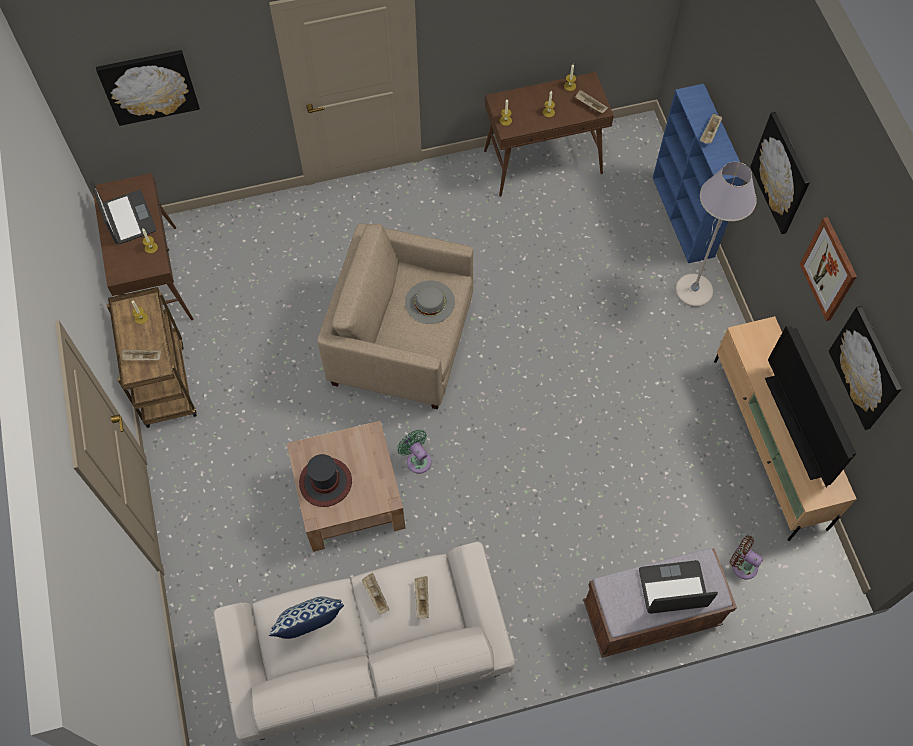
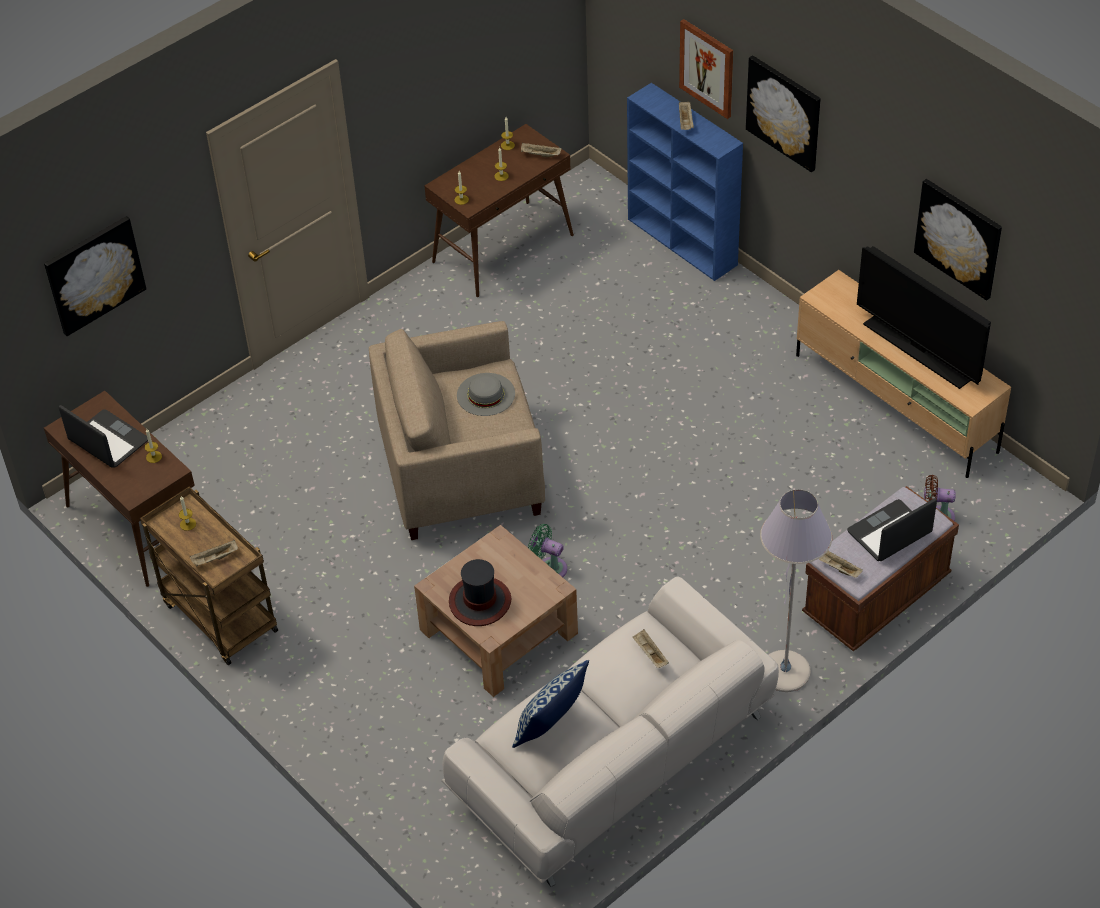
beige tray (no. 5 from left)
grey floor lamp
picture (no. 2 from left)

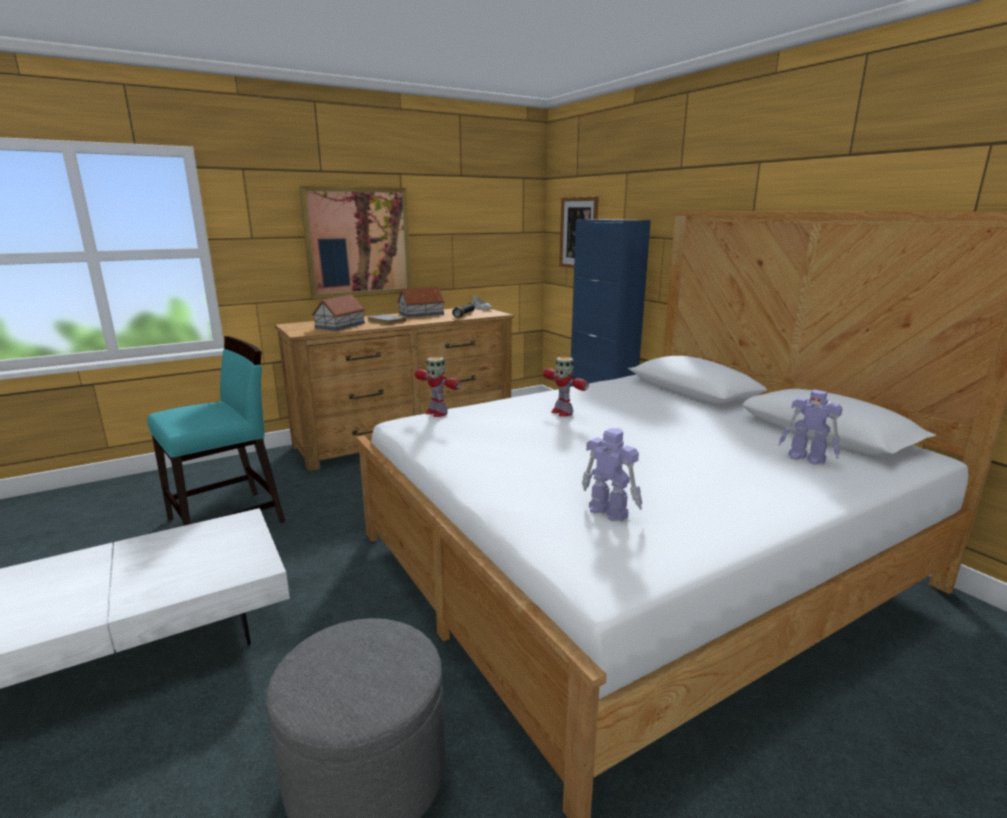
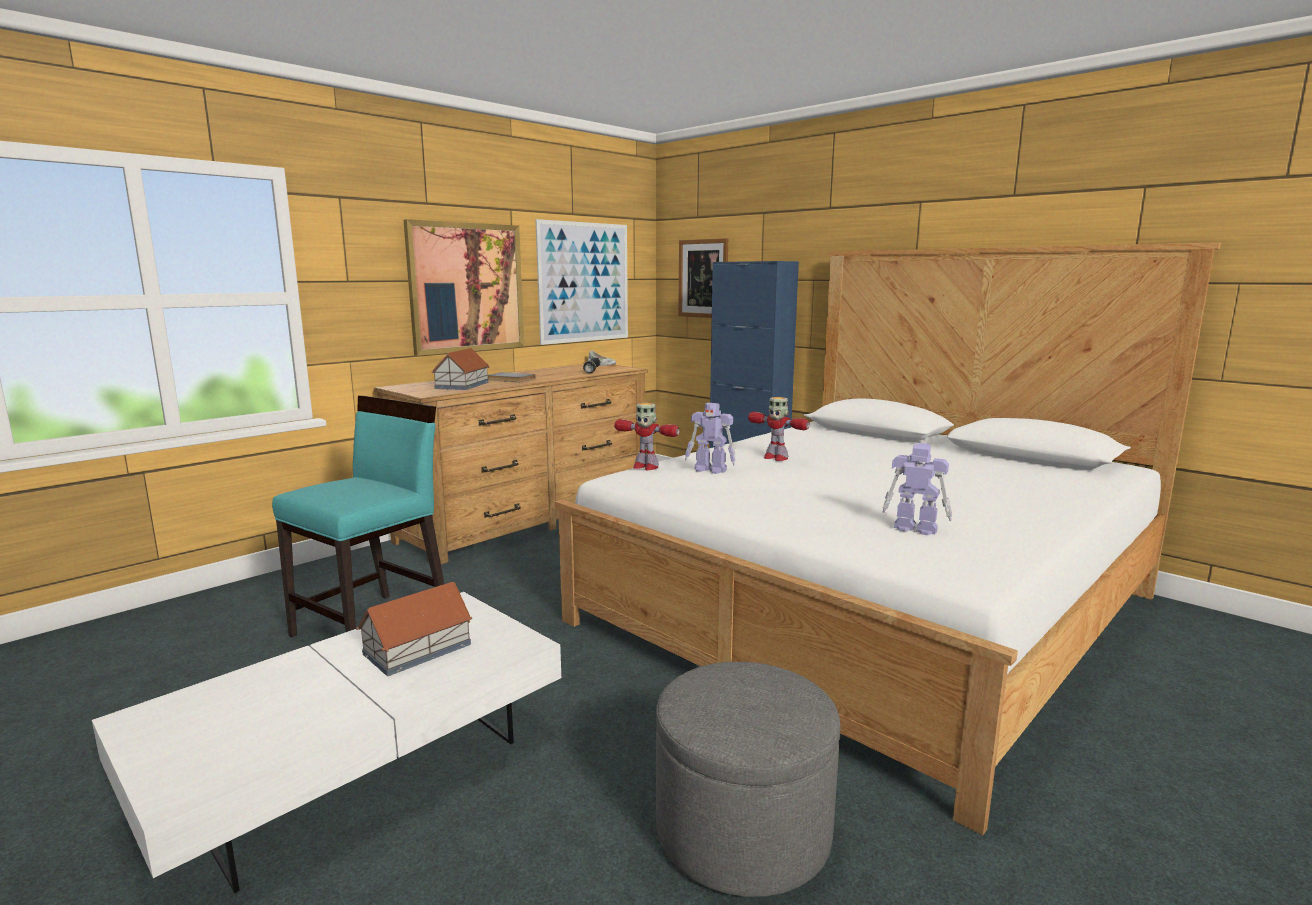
picture (no. 2 from left)
toy house (no. 1 from left)
toy robot (no. 2 from left)

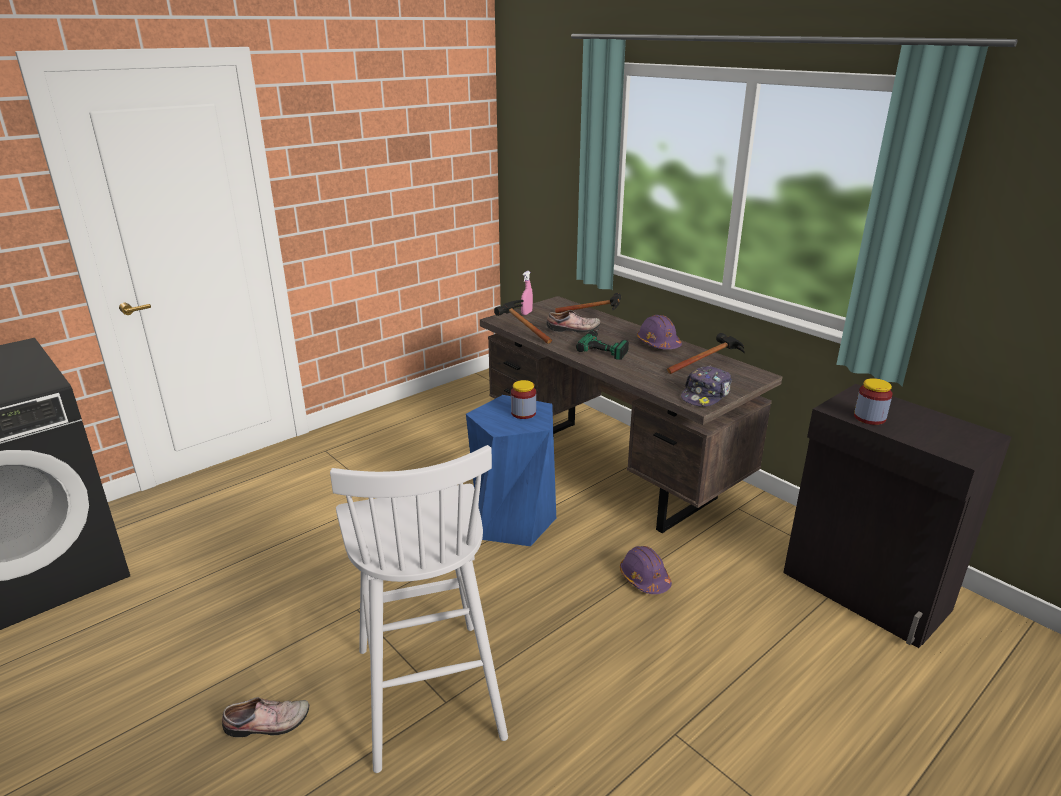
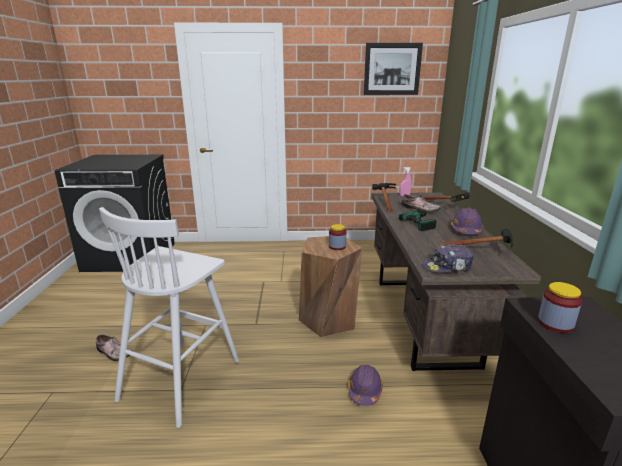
picture
brown stool

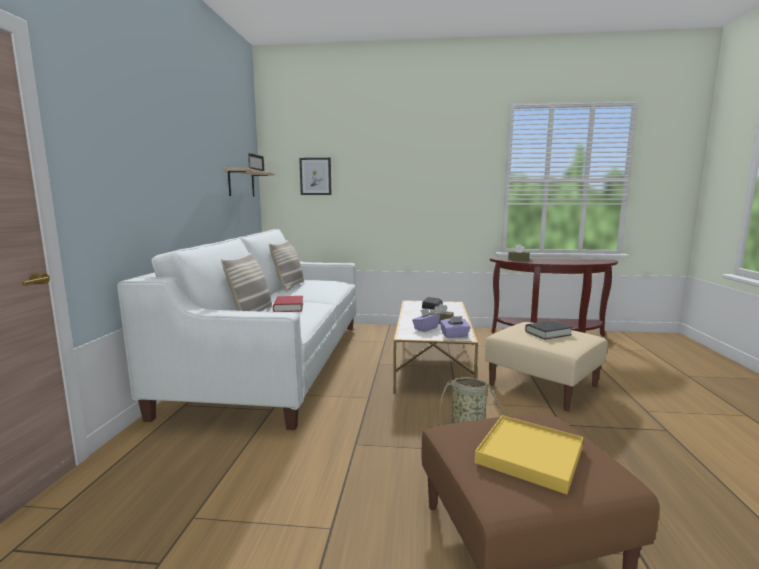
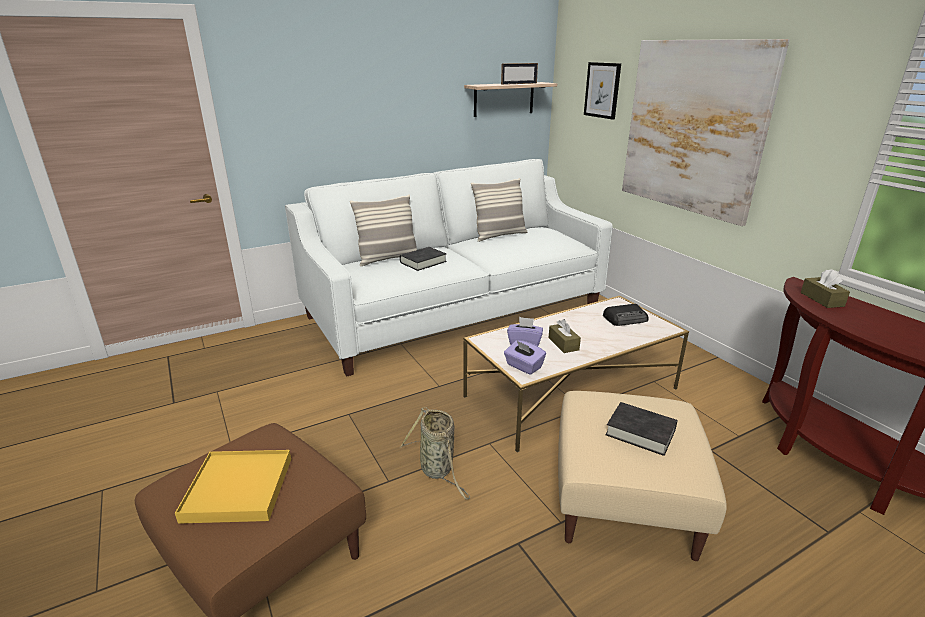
picture (no. 2 from left)
black book (no. 1 from left)

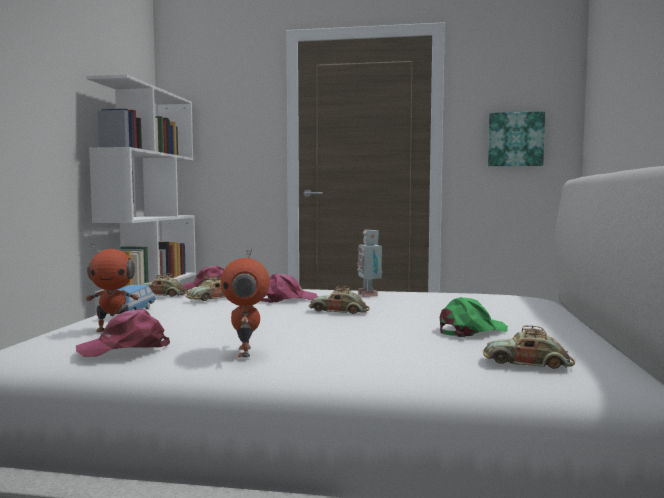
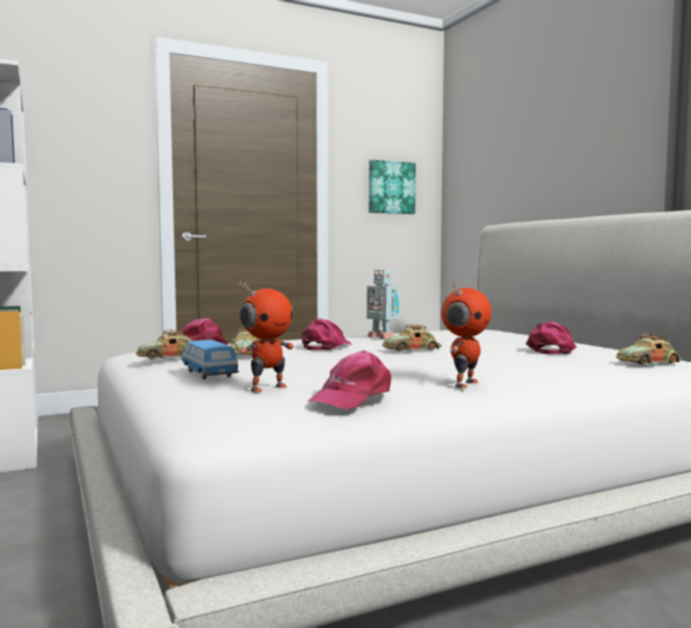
pink cap (no. 4 from left)
toy robot (no. 3 from left)

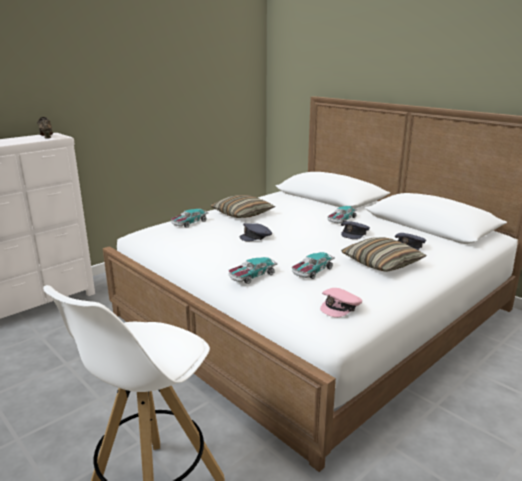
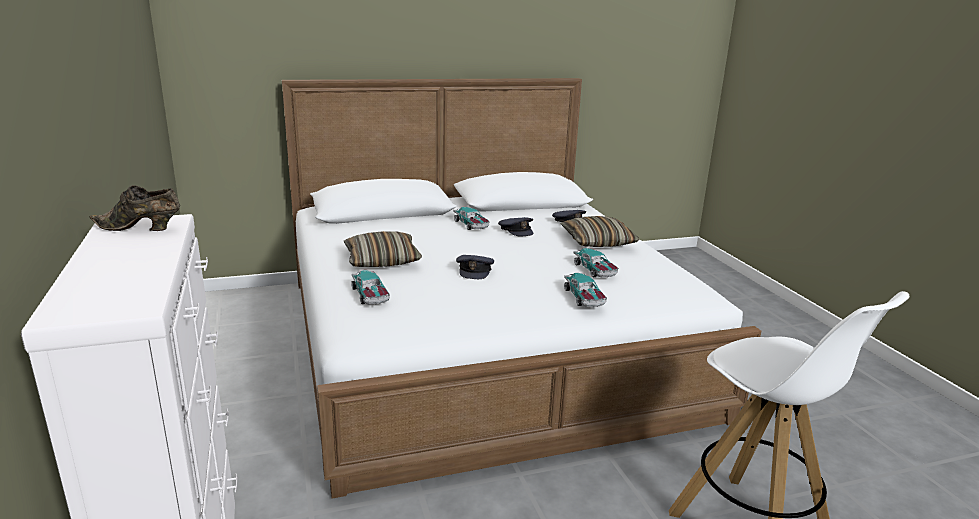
pink cap

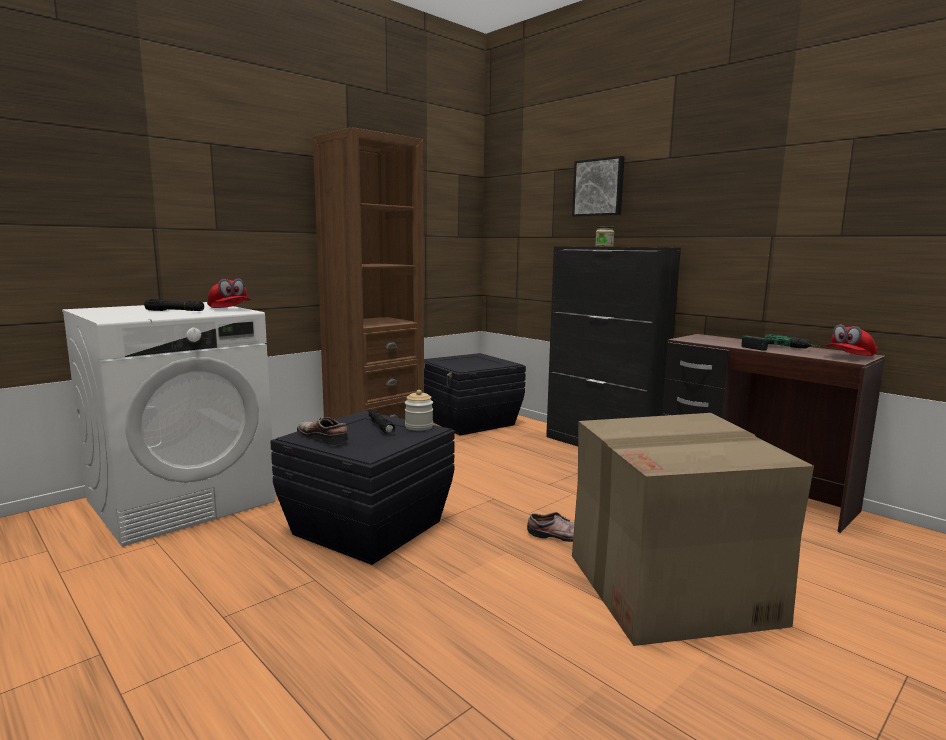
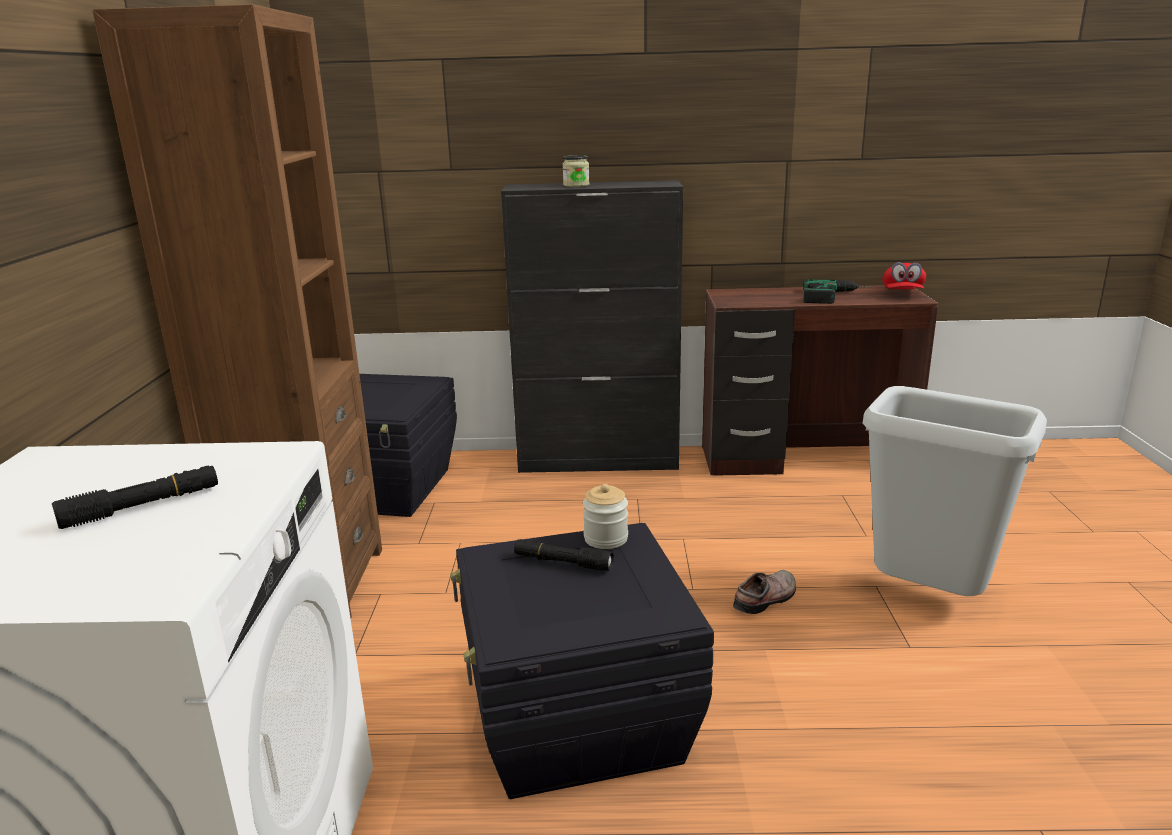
red cap (no. 1 from left in the first image)
shoe (no. 1 from left in the first image)
picture
grey trash can

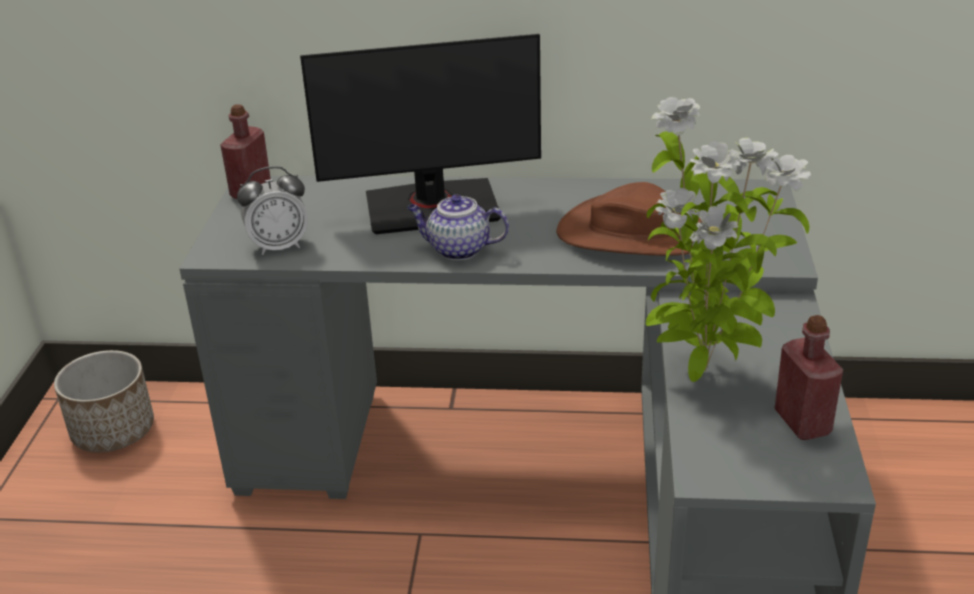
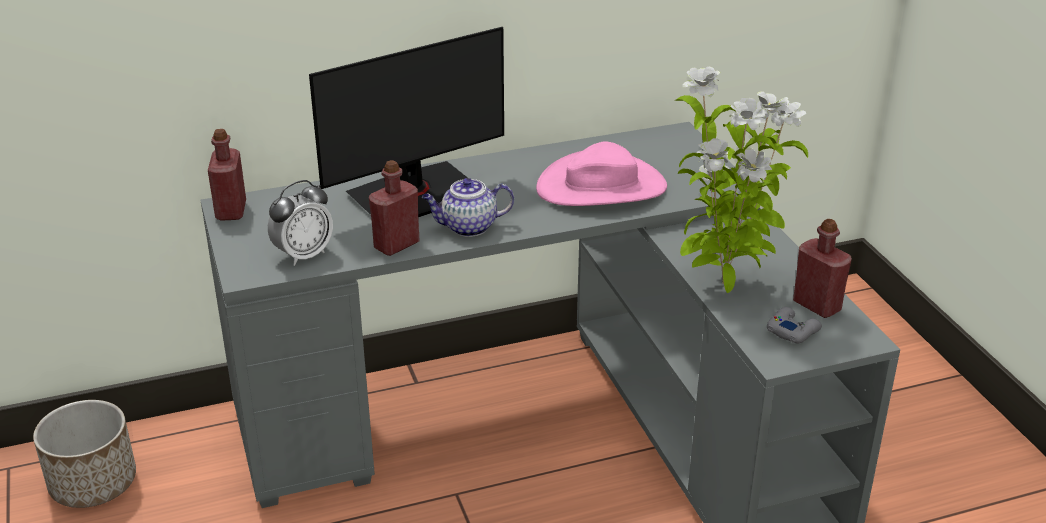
red bottle (no. 2 from left)
grey game controller
pink hat

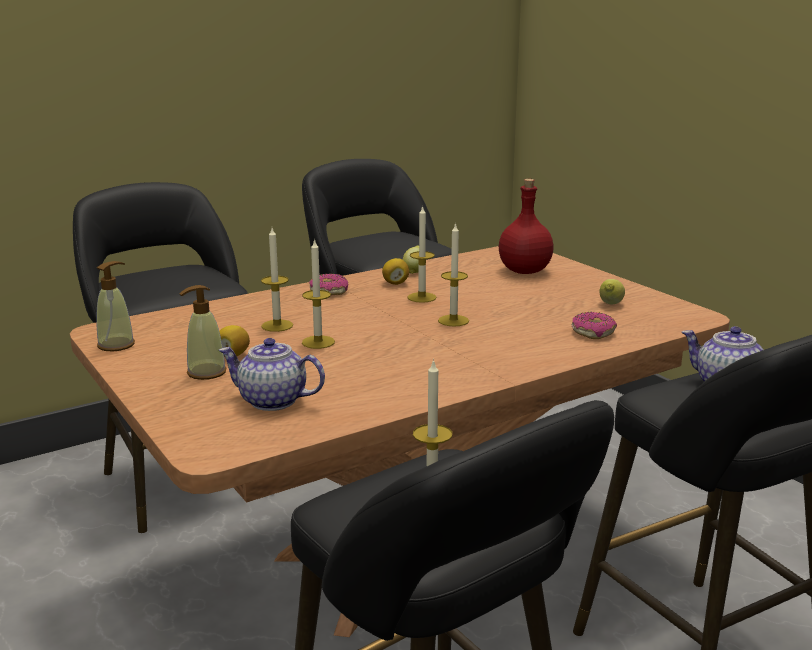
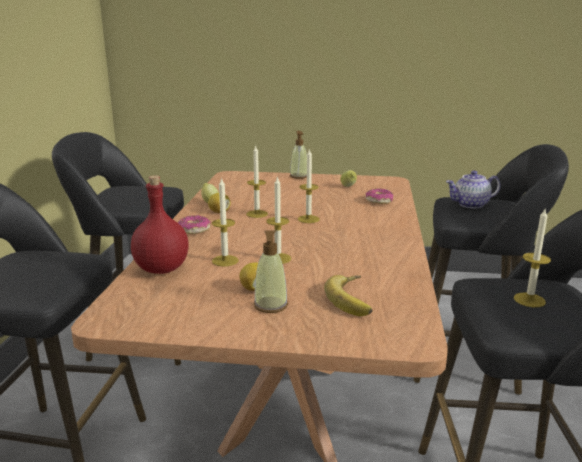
soap dispenser (no. 2 from left)
red bottle
banana

